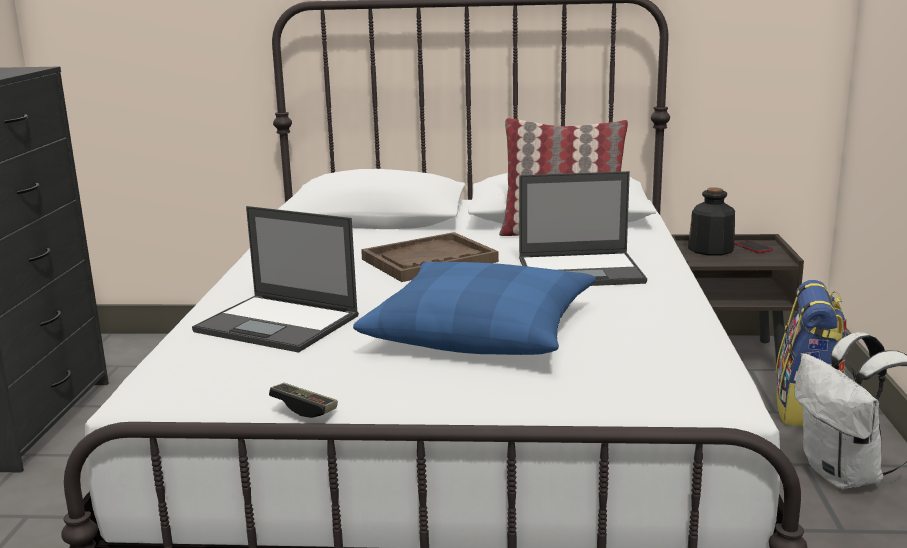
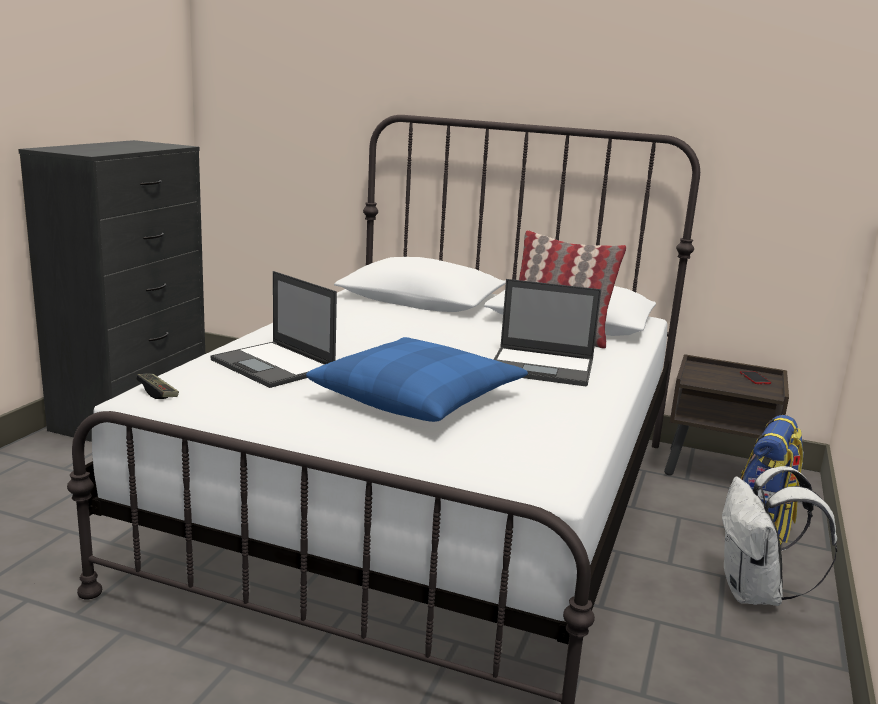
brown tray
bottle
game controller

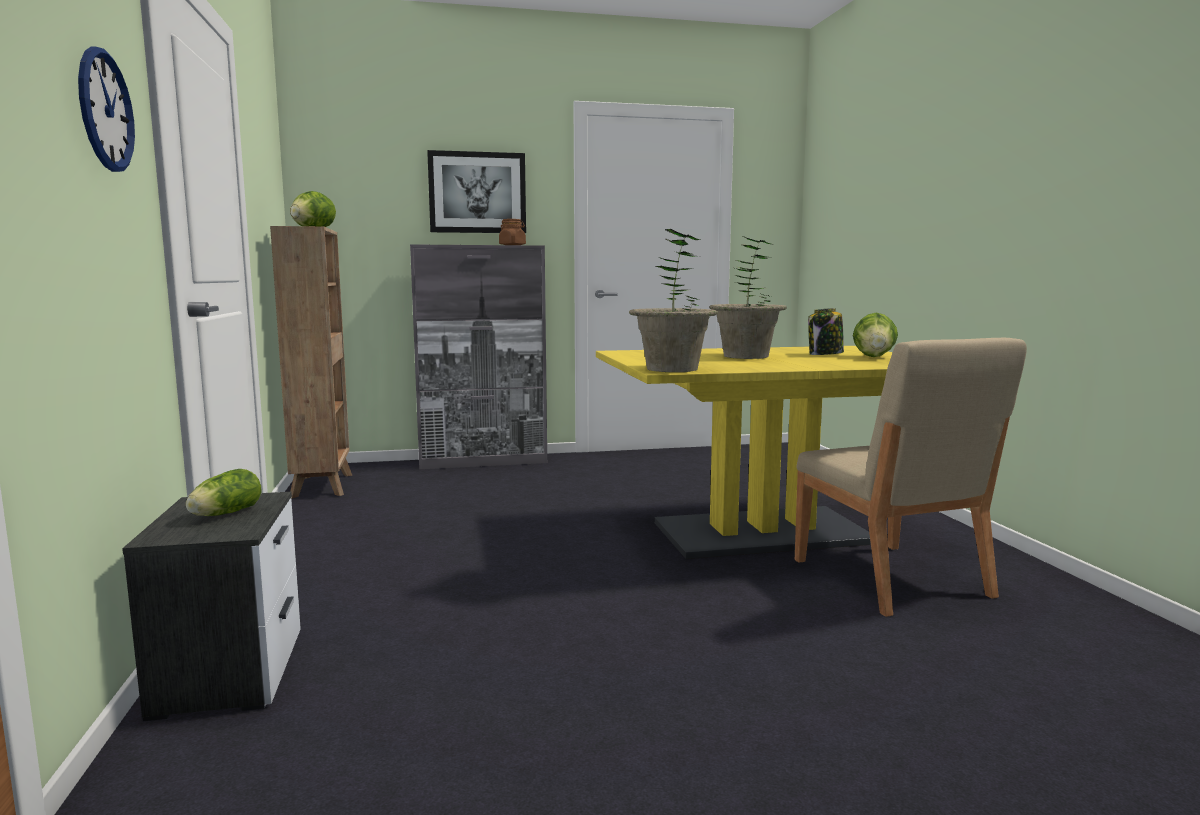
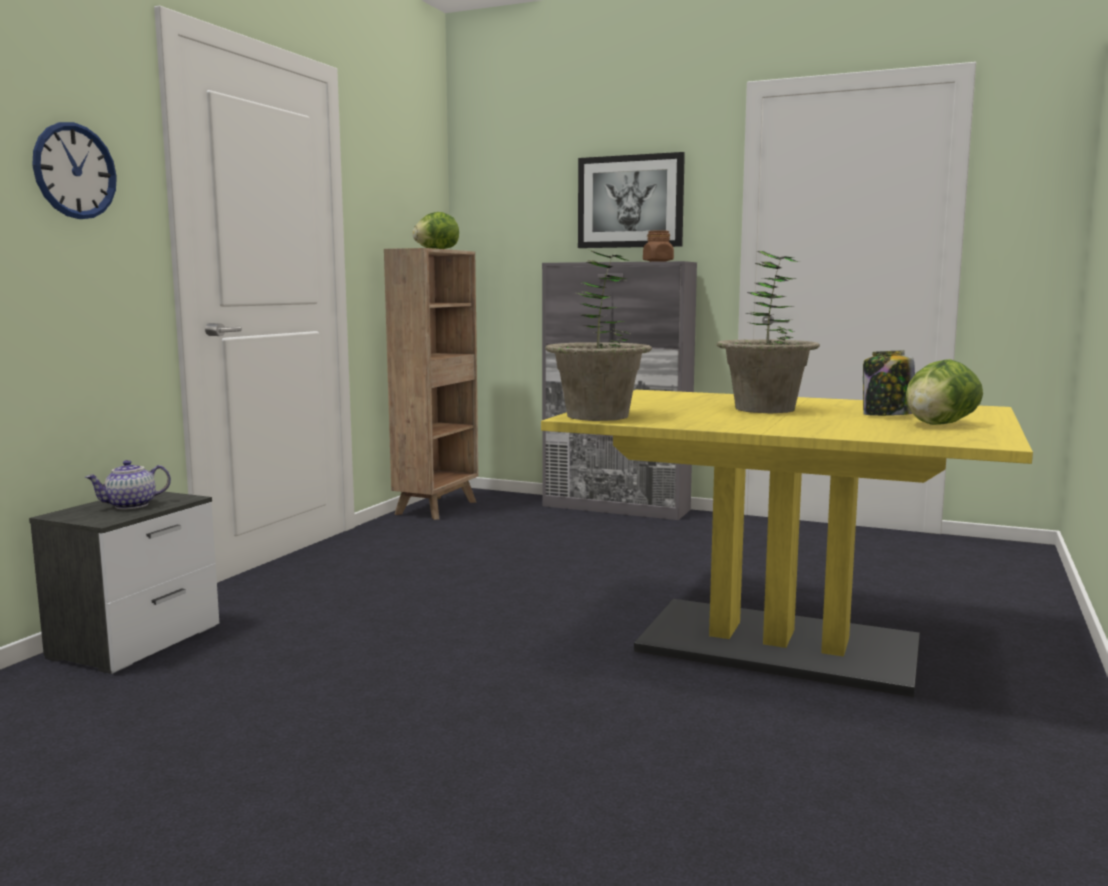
beige chair
teapot

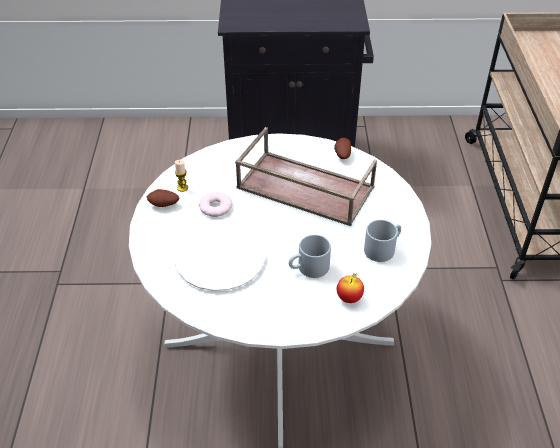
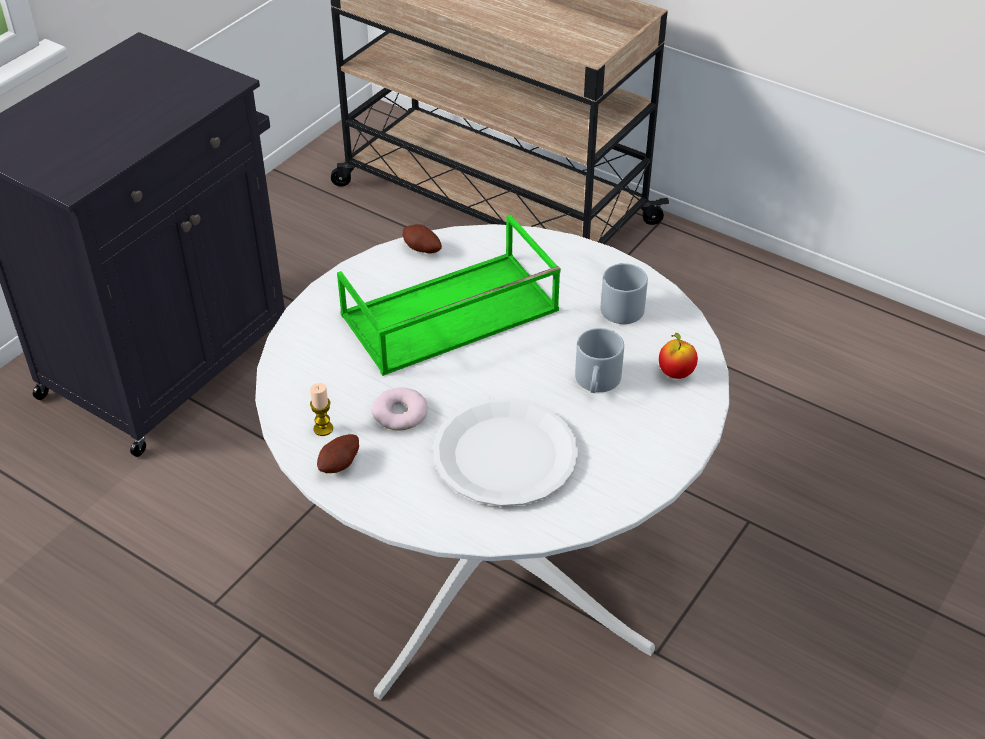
green tray

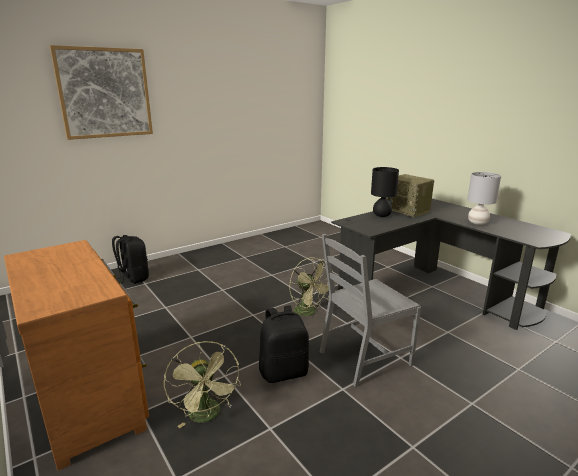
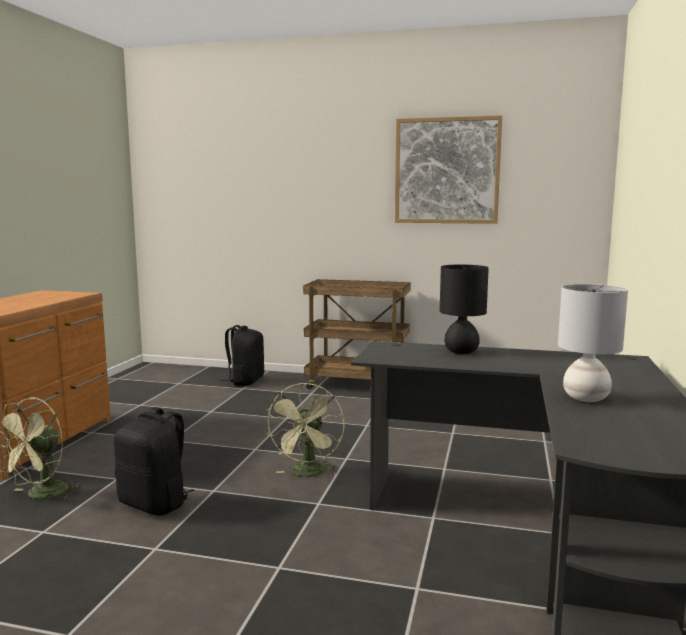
grey chair
radio
brown cart
picture

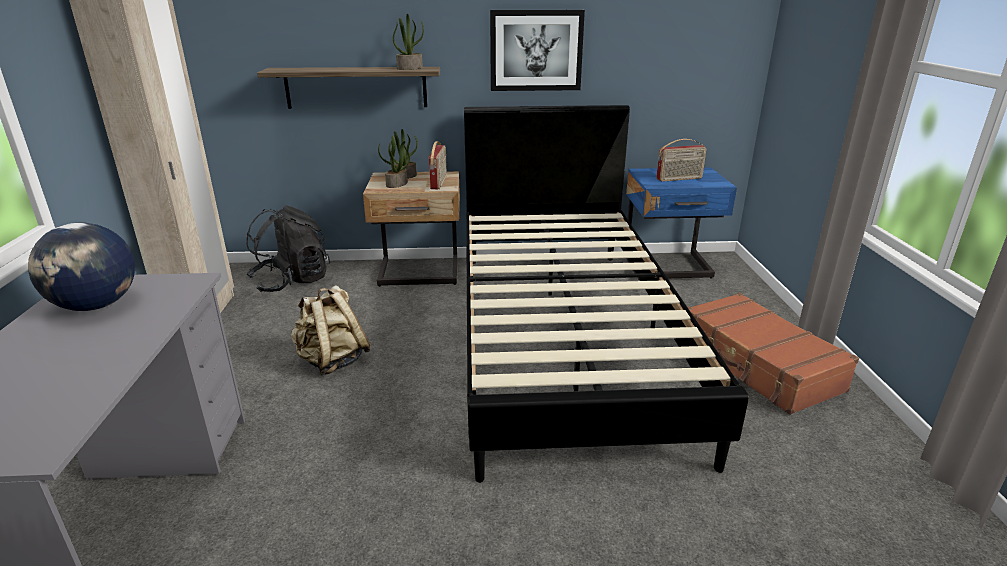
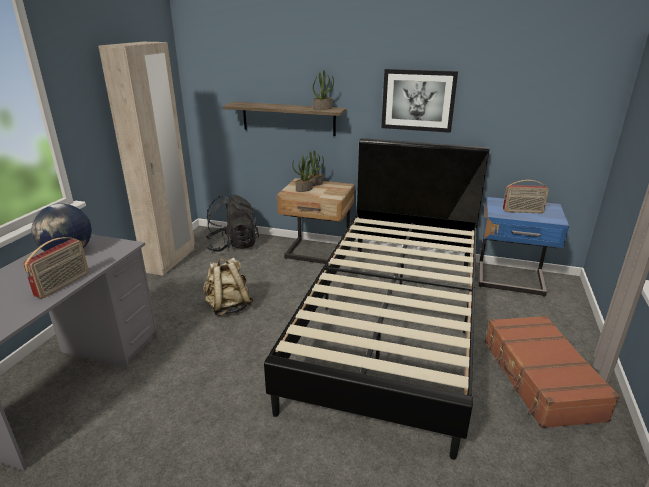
radio (no. 1 from left)

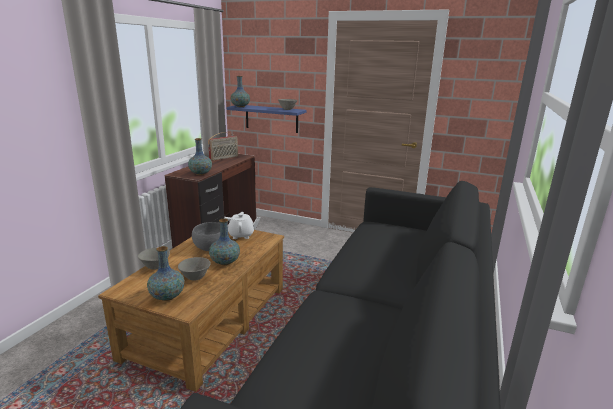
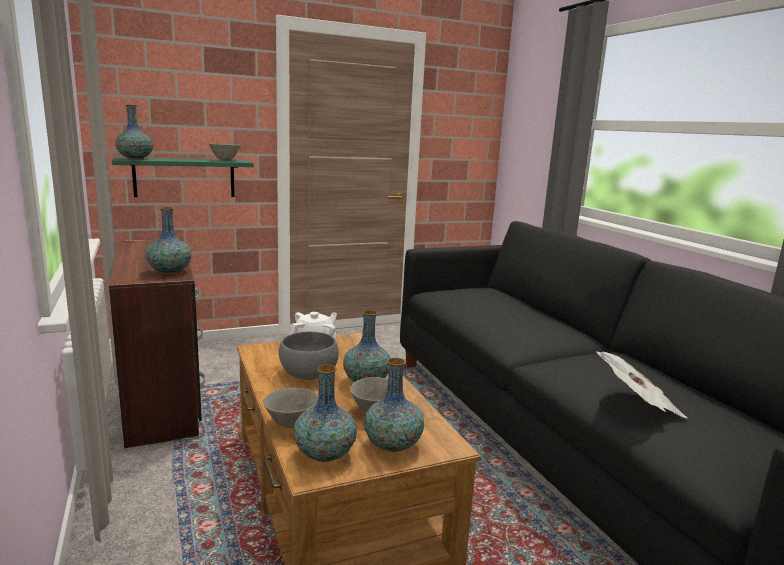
radio
vase (no. 3 from left)
newspaper
green shelf

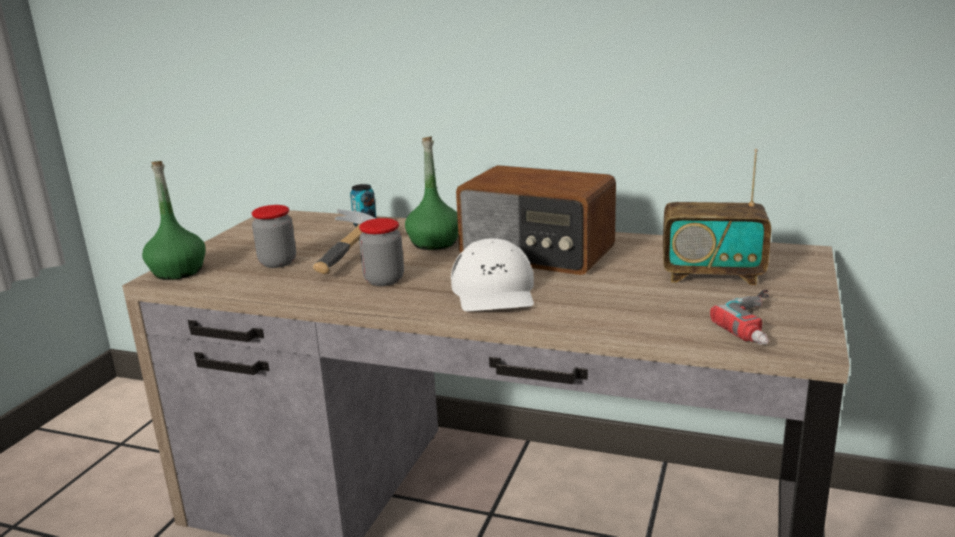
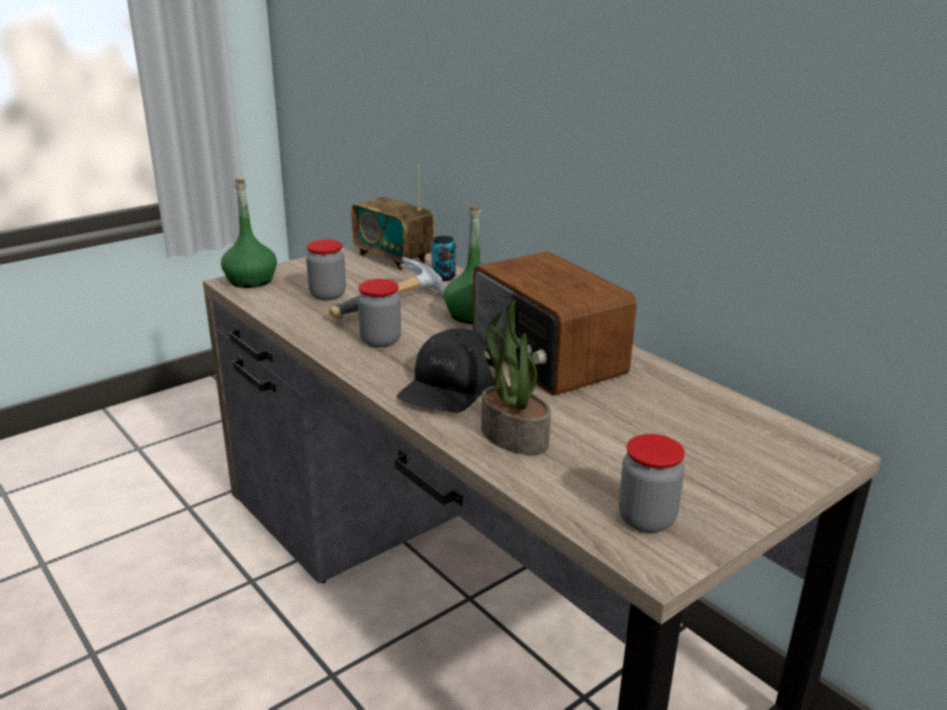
potted plant
radio (no. 1 from left)
jar (no. 3 from left)
black cap

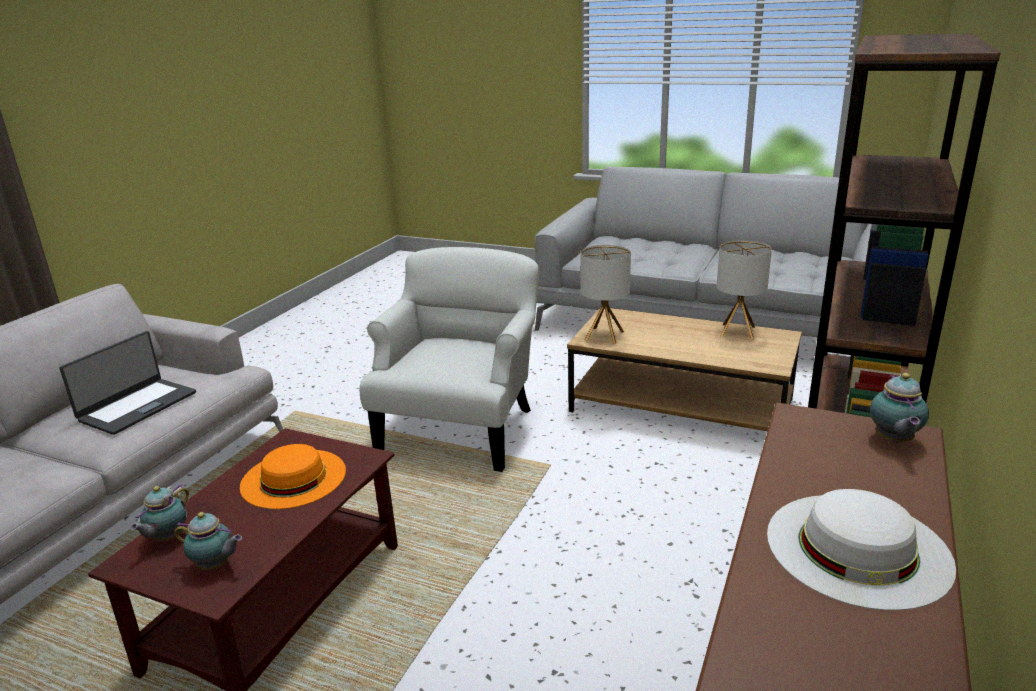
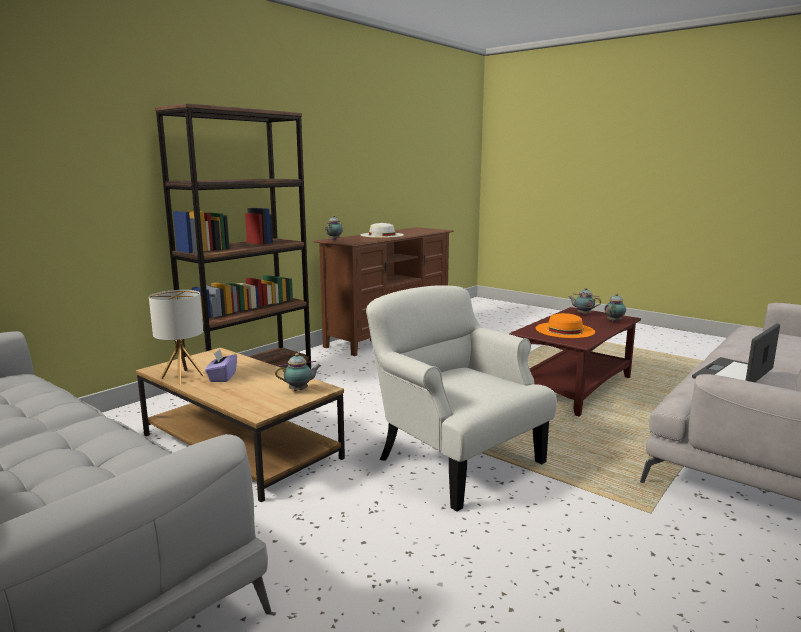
purple tissue box
teapot (no. 1 from left)
white armchair

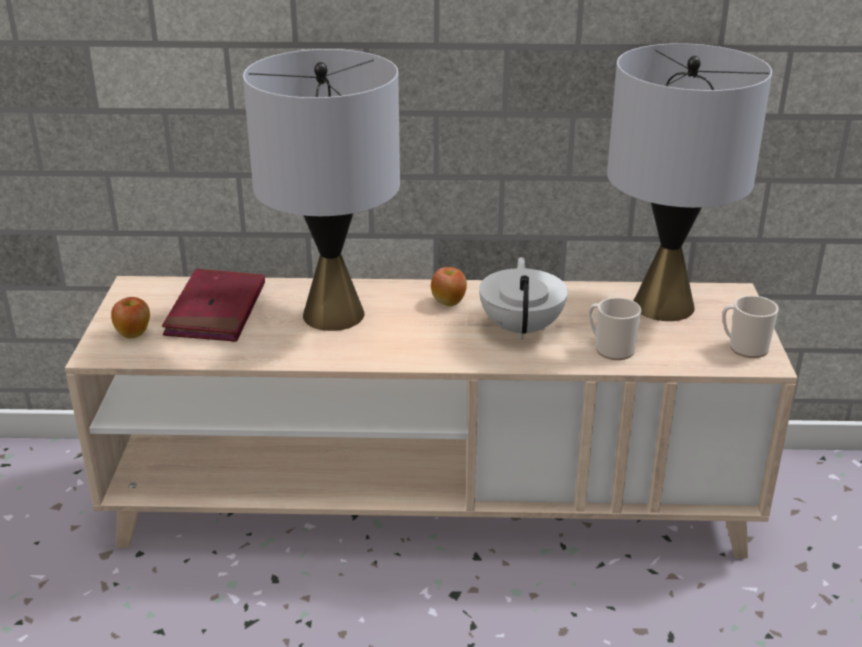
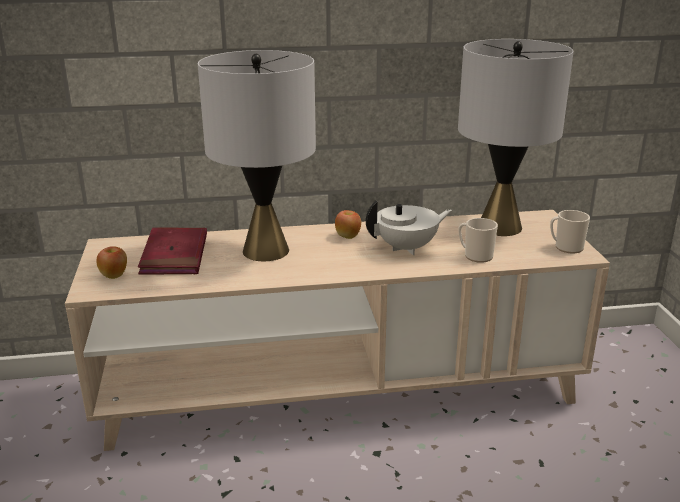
white teapot

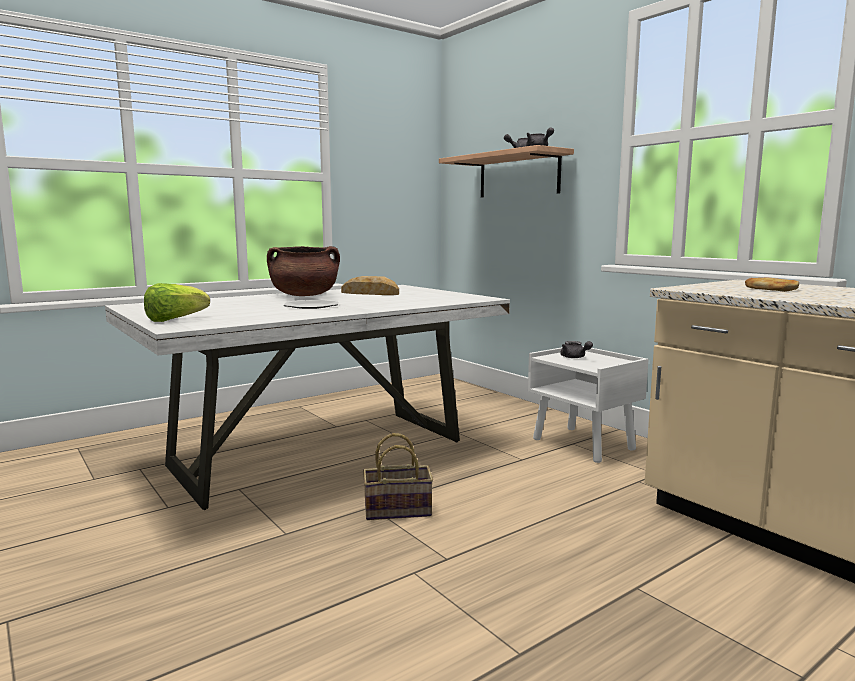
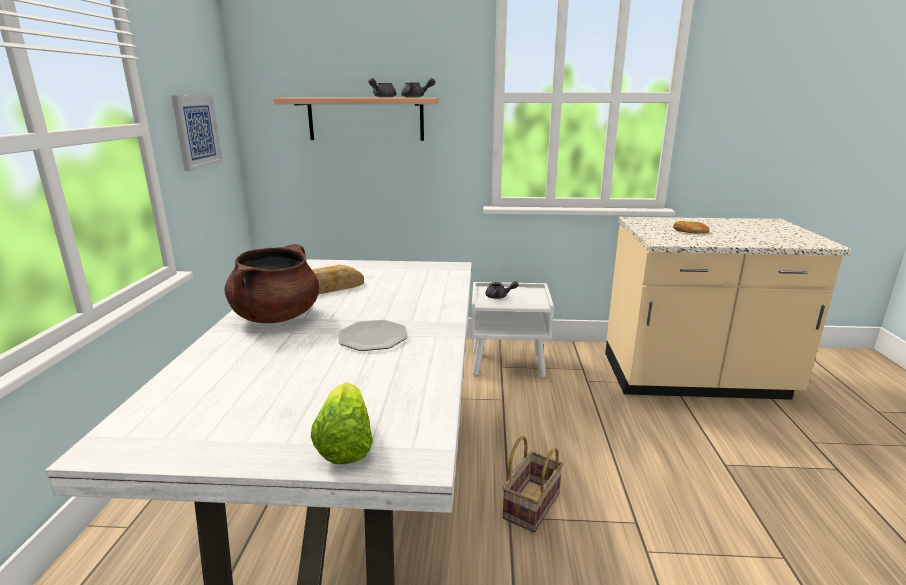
picture

